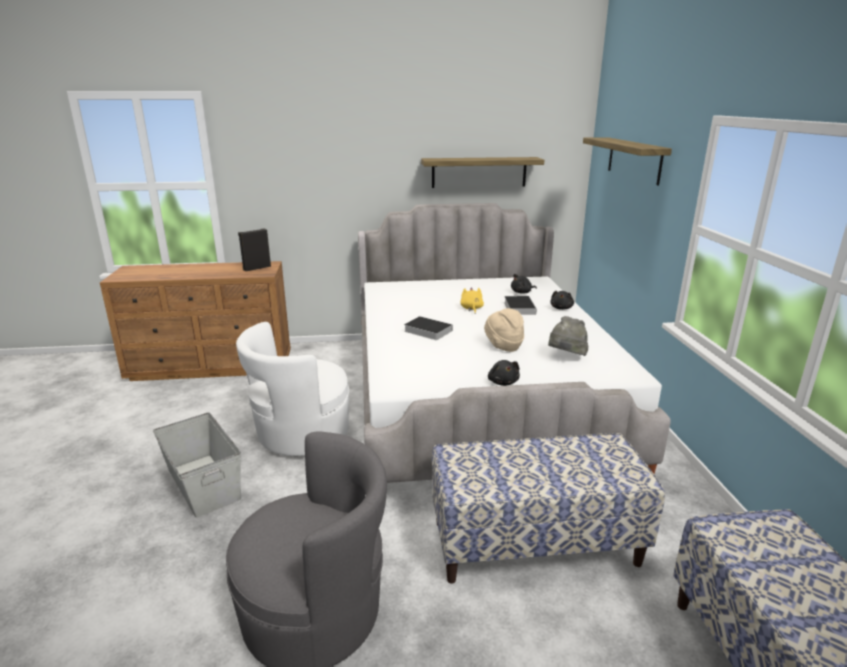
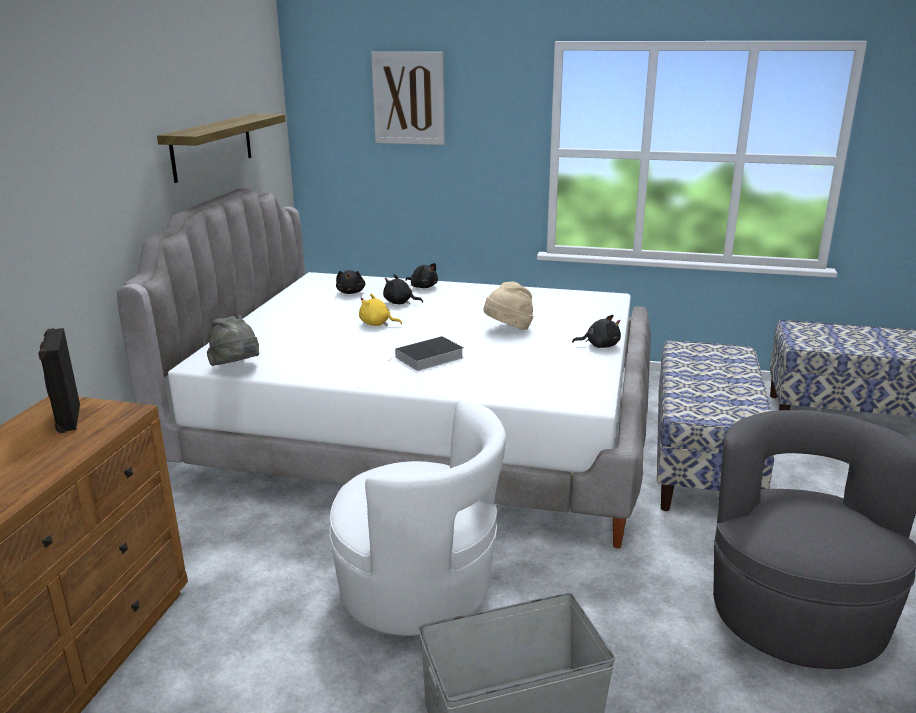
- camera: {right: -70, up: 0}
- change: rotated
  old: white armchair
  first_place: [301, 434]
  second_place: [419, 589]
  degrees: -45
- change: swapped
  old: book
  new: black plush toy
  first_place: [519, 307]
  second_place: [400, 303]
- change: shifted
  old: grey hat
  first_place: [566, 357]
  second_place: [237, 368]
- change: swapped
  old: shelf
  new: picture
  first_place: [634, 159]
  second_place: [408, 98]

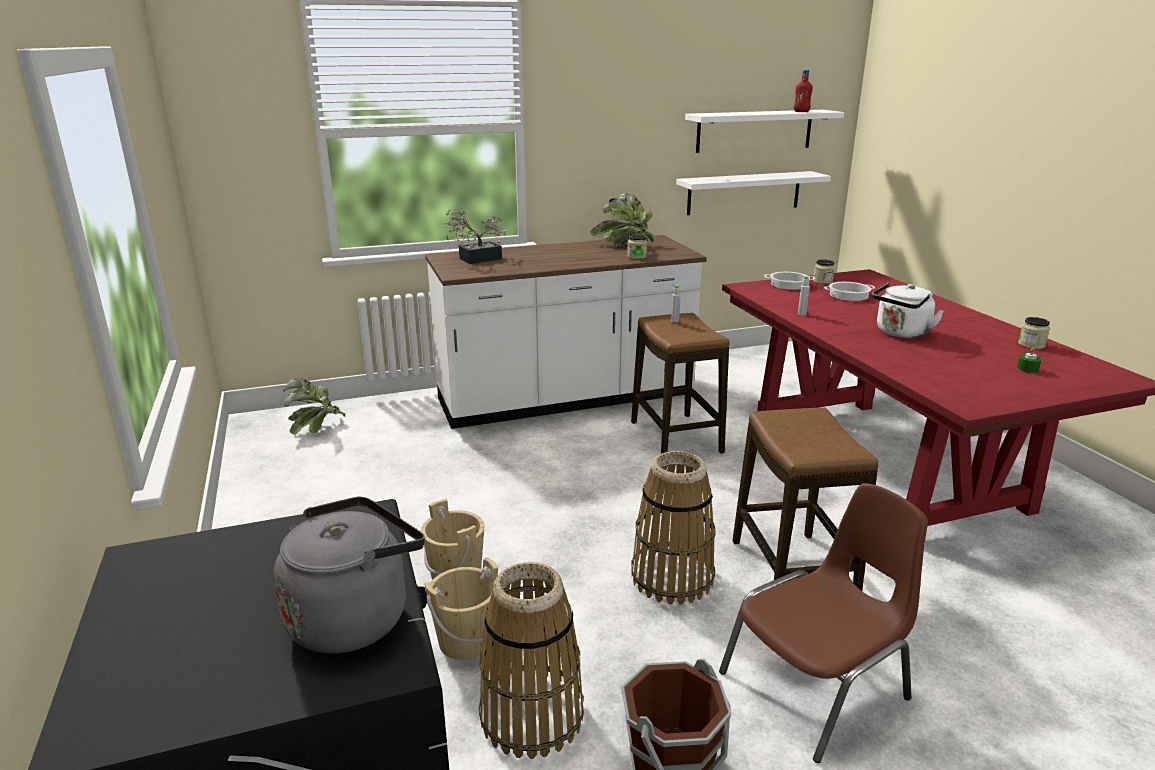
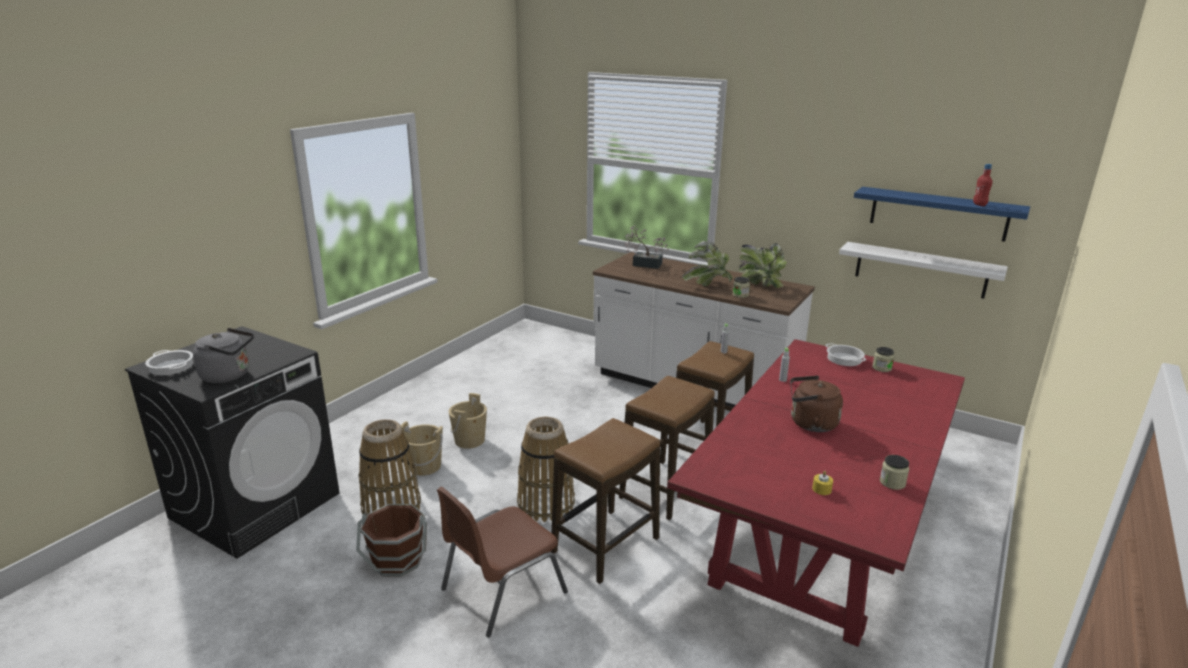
- camera: {right: 50, up: 0}
- change: shifted
  old: potted plant
  first_place: [316, 428]
  second_place: [708, 284]
- change: repainted
  old: white shelf
  new: blue shelf
  first_place: [754, 130]
  second_place: [938, 213]
- change: rotated
  old: brown chair
  first_place: [817, 686]
  second_place: [501, 590]
  degrees: 120
- change: shifted
  old: cooking pot
  first_place: [848, 295]
  second_place: [172, 367]
- change: repainted
  old: white kettle
  new: brown kettle
  first_place: [900, 333]
  second_place: [810, 423]
- change: repainted
  old: green candle
  new: yellow candle
  first_place: [1027, 369]
  second_place: [821, 489]
- change: new
  new: stool
  second_place: [665, 489]

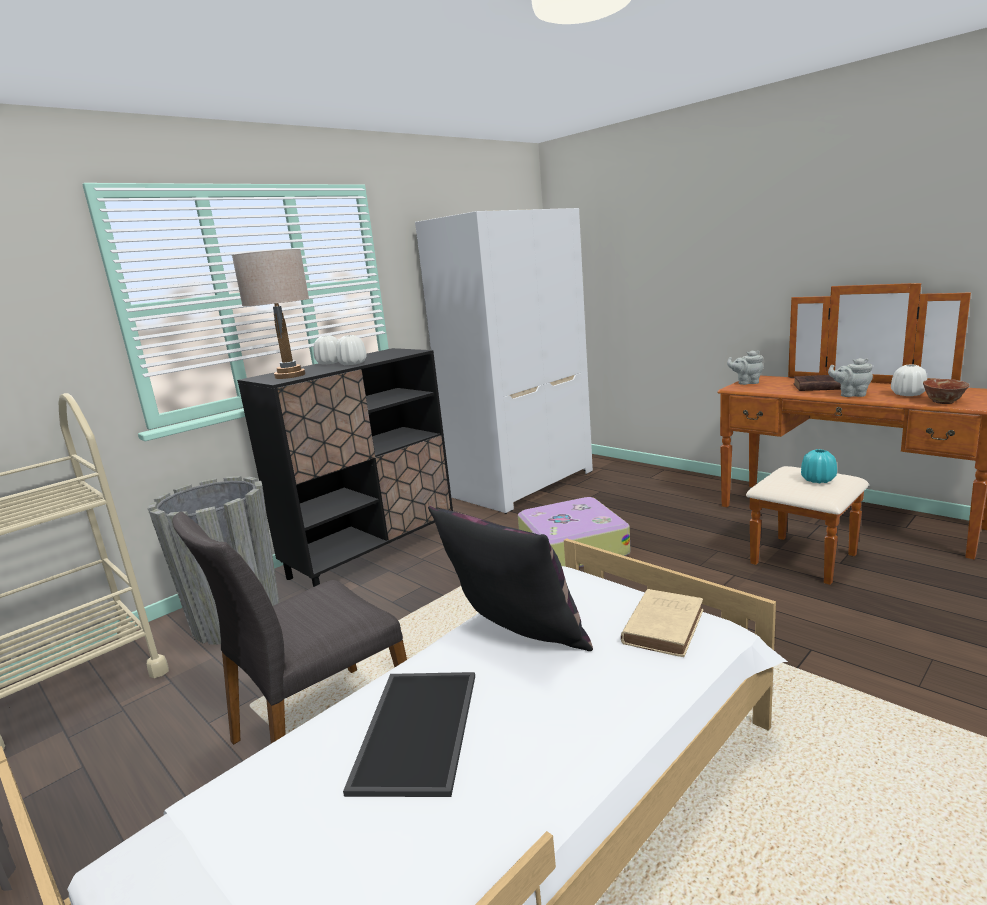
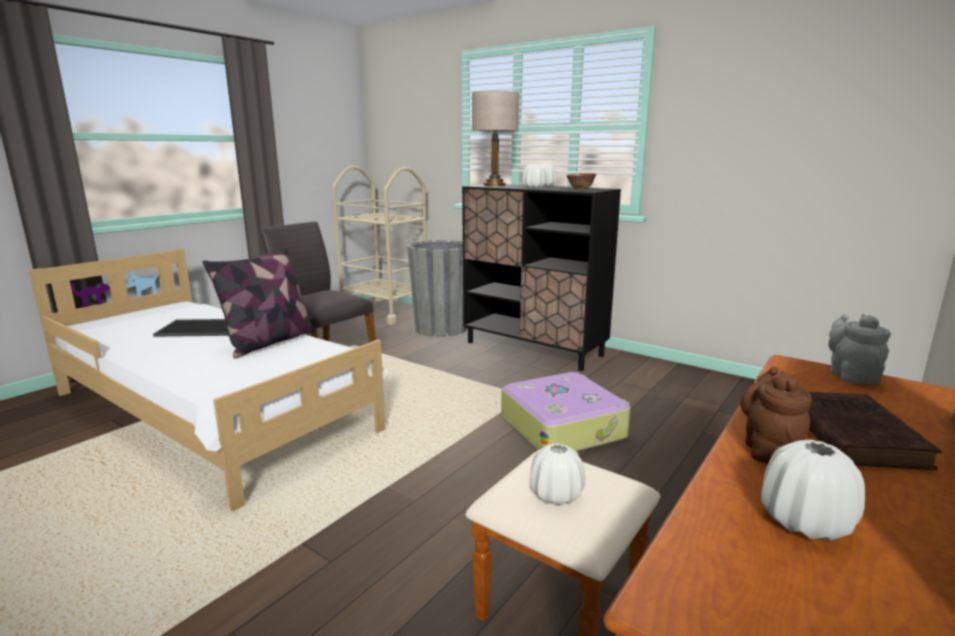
- camera: {right: 80, up: 0}
- change: gone
  old: white wardrobe
  first_place: [522, 483]
- change: gone
  old: beige book
  first_place: [664, 625]
- change: repainted
  old: turquoise vase
  new: white vase
  first_place: [818, 480]
  second_place: [556, 495]
- change: repainted
  old: grey teapot
  new: brown teapot
  first_place: [851, 395]
  second_place: [769, 450]
- change: shifted
  old: bowl
  first_place: [943, 402]
  second_place: [580, 189]

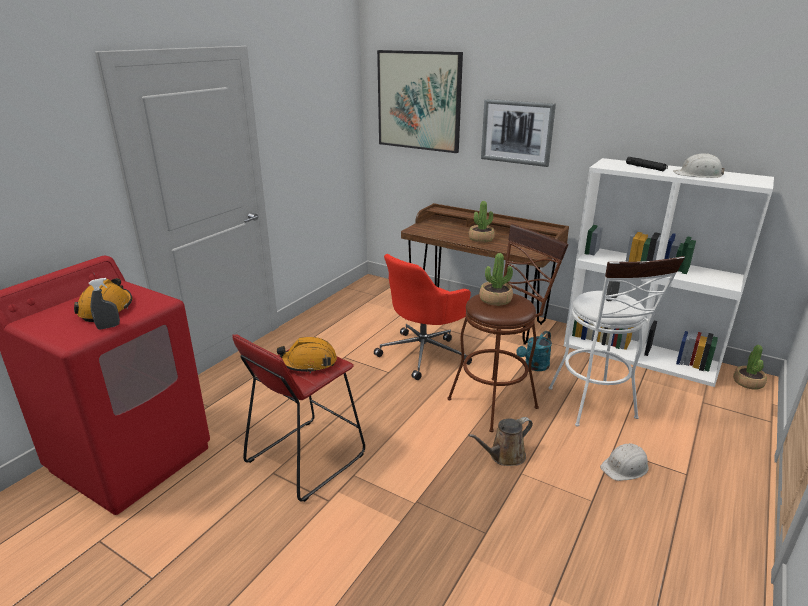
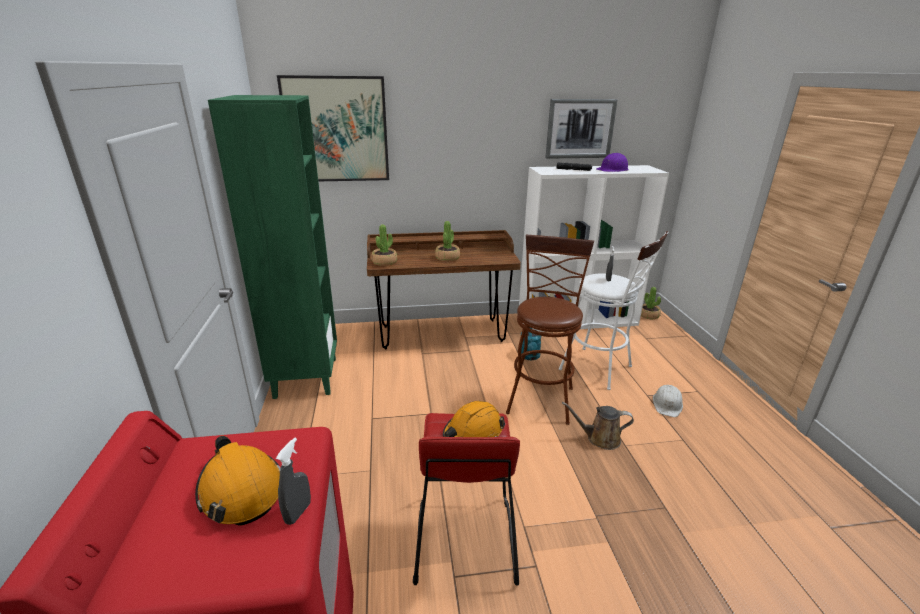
- camera: {right: -40, up: 0}
- change: gone
  old: red office chair
  first_place: [424, 353]
- change: rotated
  old: brown watering can
  first_place: [504, 456]
  second_place: [600, 438]
  degrees: 75
- change: shifted
  old: potted plant
  first_place: [495, 300]
  second_place: [384, 262]
- change: shifted
  old: picture
  first_place: [517, 132]
  second_place: [580, 129]
- change: repainted
  old: white hard hat
  new: purple hard hat
  first_place: [698, 174]
  second_place: [613, 170]
- change: new
  new: green bookcase
  second_place: [305, 377]

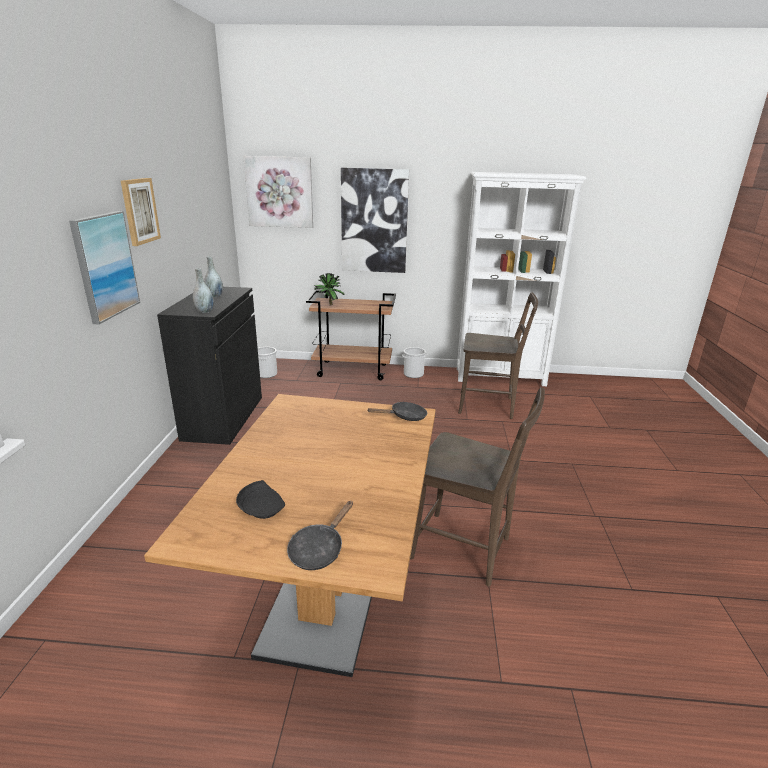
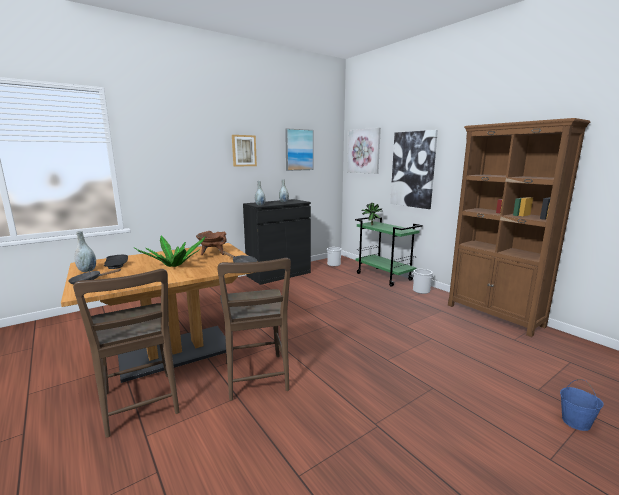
- camera: {right: 50, up: -10}
- change: shifted
  old: picture
  first_place: [105, 265]
  second_place: [299, 150]
- change: repainted
  old: brown cart
  new: green cart
  first_place: [353, 370]
  second_place: [384, 277]
- change: repainted
  old: white bookcase
  new: brown bookcase
  first_place: [500, 377]
  second_place: [494, 315]
- change: shifted
  old: brown chair
  first_place: [489, 406]
  second_place: [141, 406]
- change: new
  new: grey vase
  second_place: [87, 270]
- change: new
  new: potted plant
  second_place: [174, 265]
- change: new
  new: brown cooking pot
  second_place: [213, 253]
- change: new
  new: blue bucket
  second_place: [576, 422]

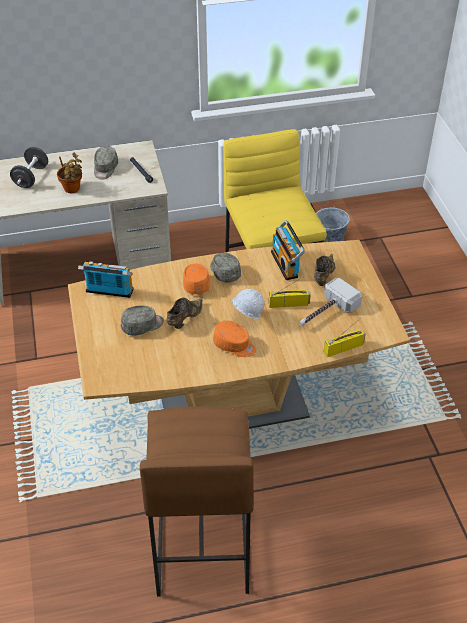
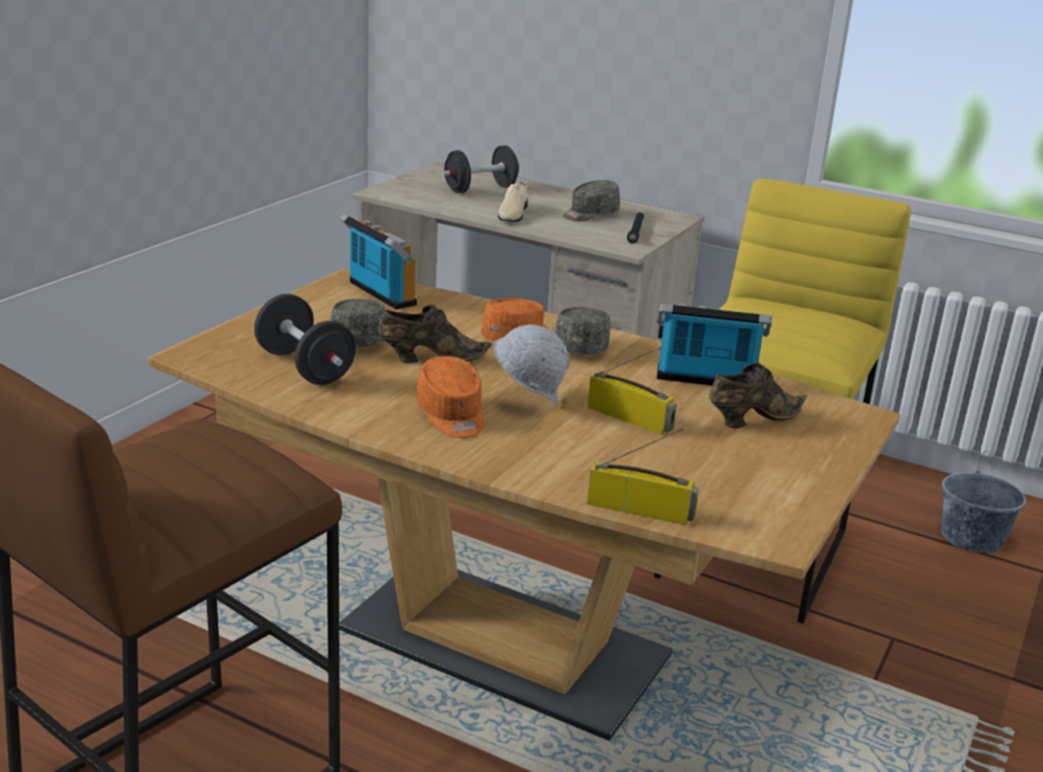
- camera: {right: 40, up: -20}
- change: swapped
  old: potted plant
  new: beige shoe
  first_place: [73, 190]
  second_place: [512, 213]
- change: rotated
  old: grey cap
  first_place: [143, 325]
  second_place: [359, 338]
  degrees: -105
- change: rotated
  old: radio
  first_place: [286, 264]
  second_place: [705, 381]
  degrees: 75
- change: gone
  old: hammer
  first_place: [325, 313]
- change: new
  new: black dumbbell
  second_place: [305, 367]

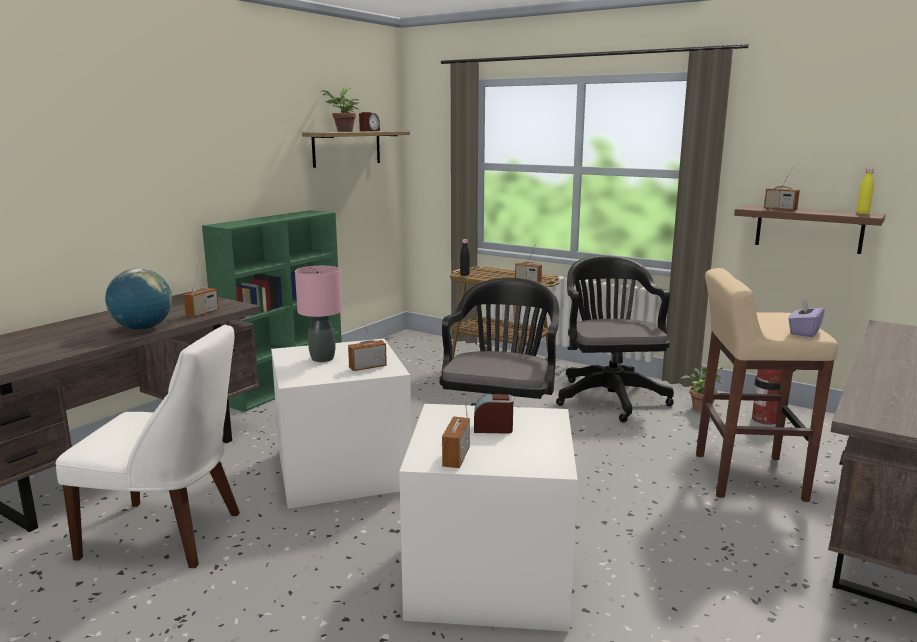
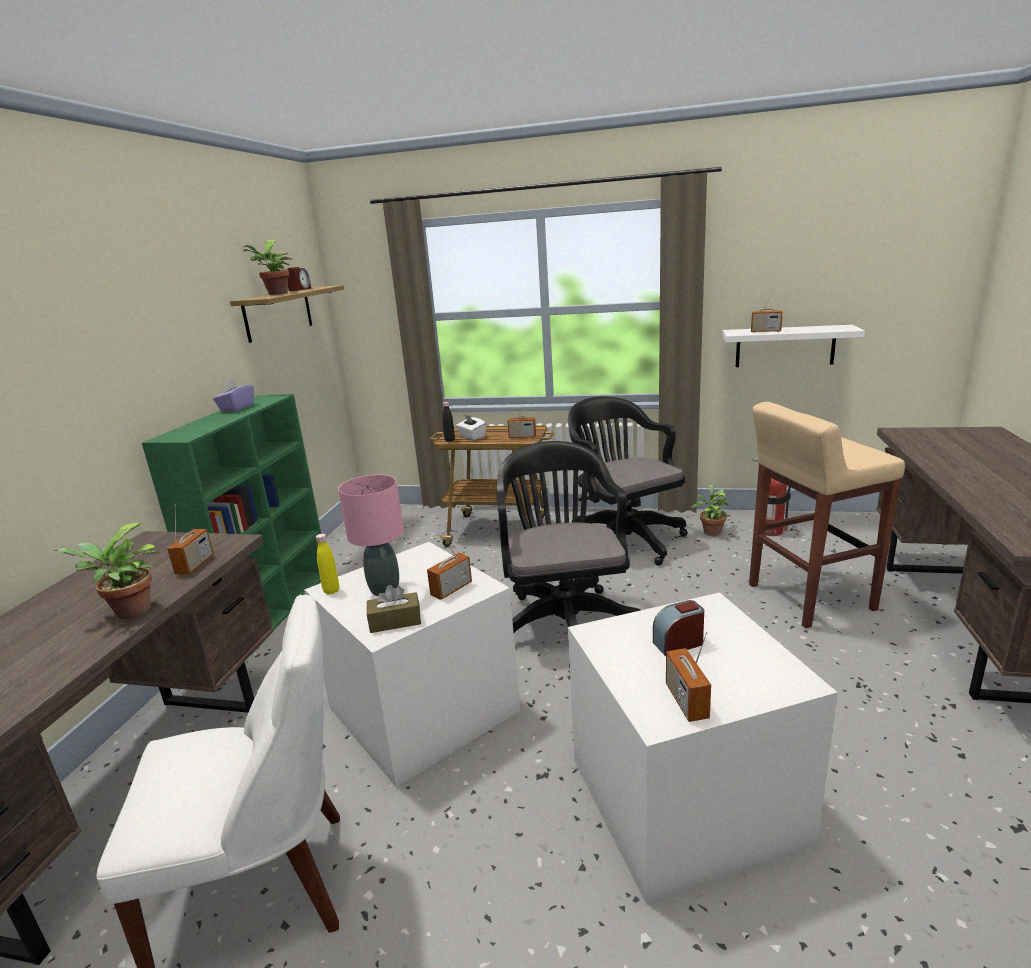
- camera: {right: -20, up: 5}
- change: swapped
  old: globe
  new: potted plant
  first_place: [143, 328]
  second_place: [128, 612]
- change: repainted
  old: brown shelf
  new: white shelf
  first_place: [809, 229]
  second_place: [785, 346]
- change: shifted
  old: purple tissue box
  first_place: [804, 332]
  second_place: [237, 408]
- change: shifted
  old: yellow bottle
  first_place: [862, 213]
  second_place: [331, 591]
- change: new
  new: brown tissue box
  second_place: [395, 621]
- change: new
  new: white tissue box
  second_place: [472, 437]

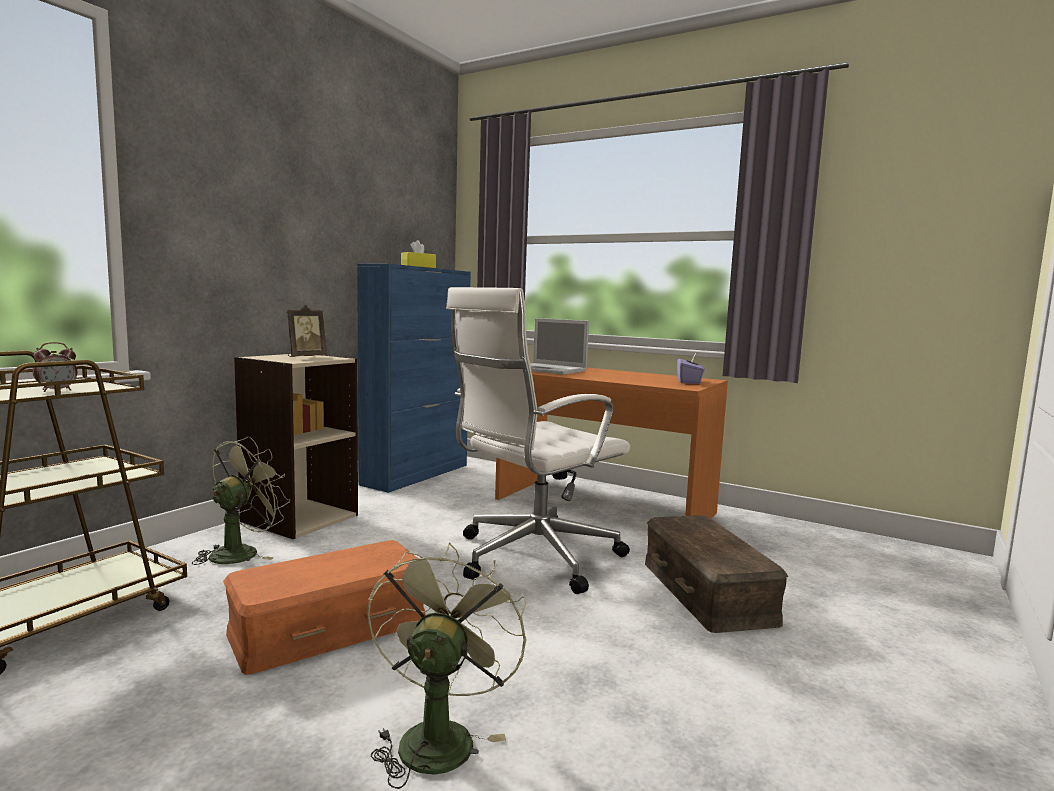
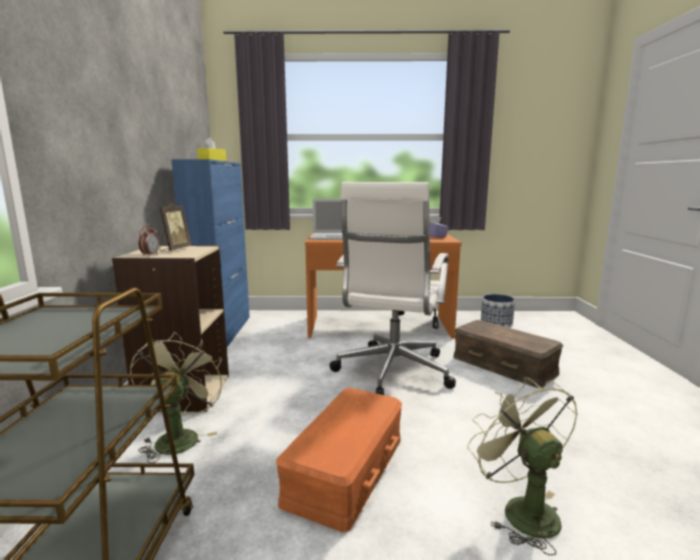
- camera: {right: -30, up: 5}
- change: shifted
  old: alarm clock
  first_place: [57, 390]
  second_place: [150, 255]
- change: new
  new: planter
  second_place: [496, 324]

